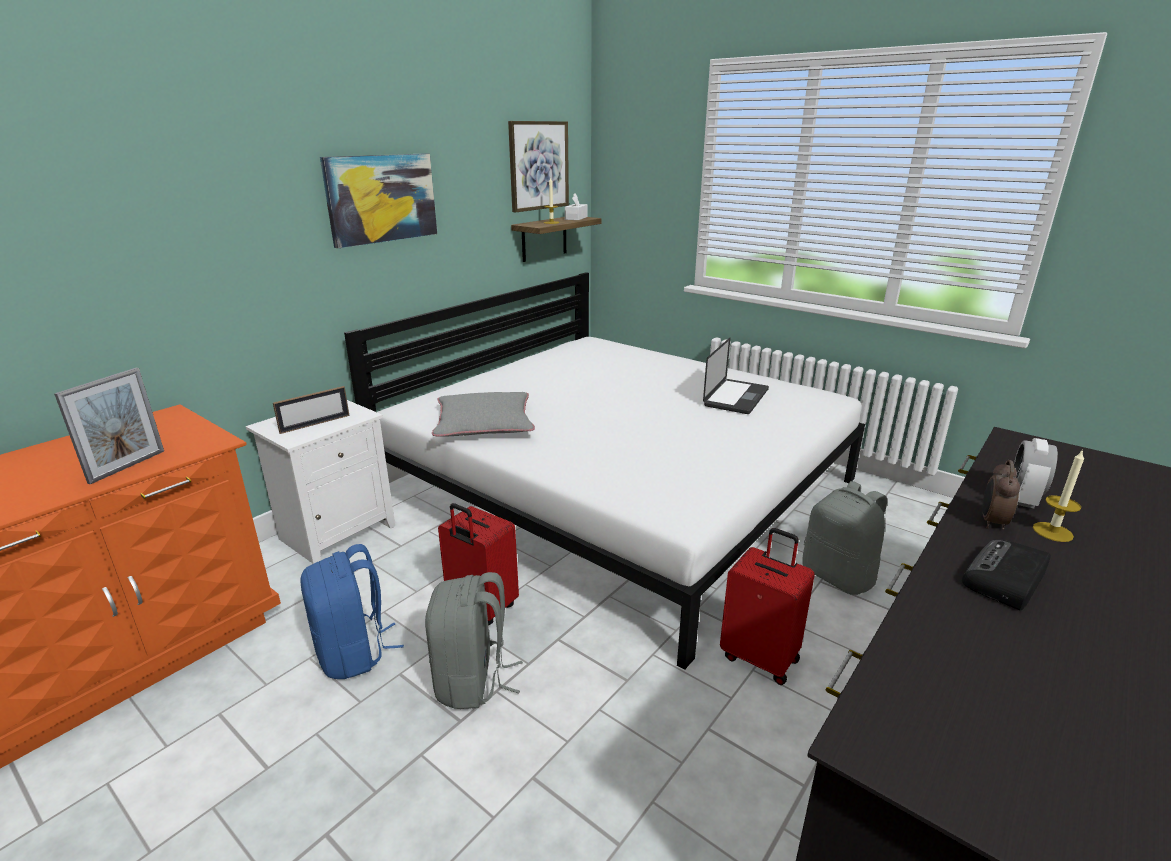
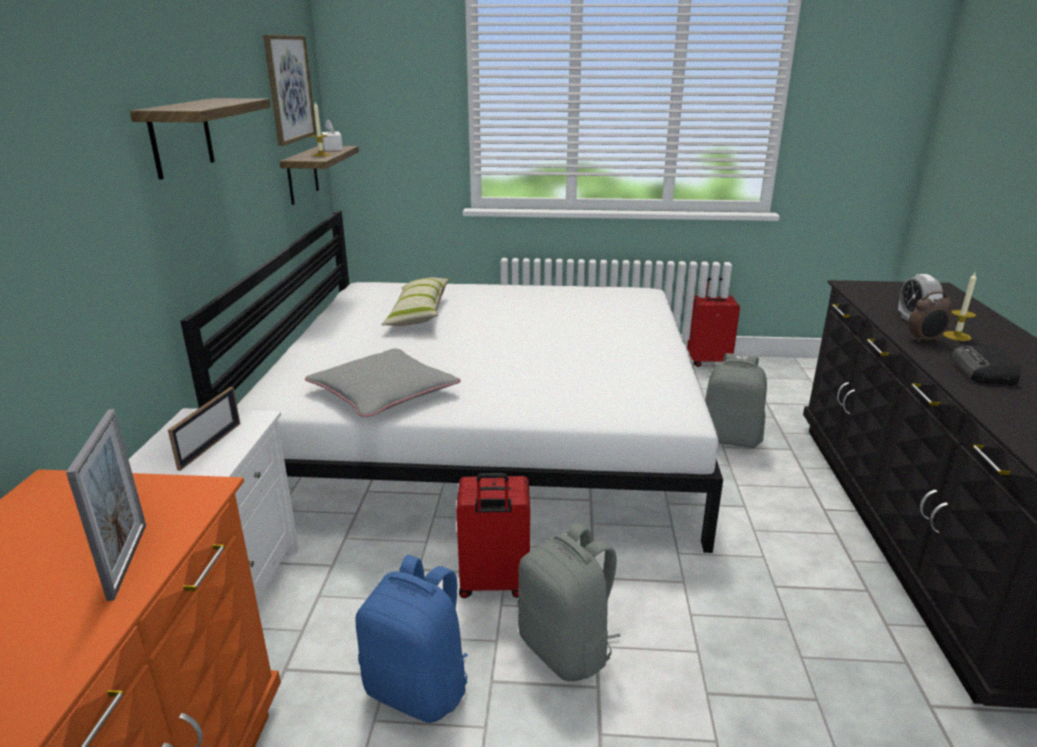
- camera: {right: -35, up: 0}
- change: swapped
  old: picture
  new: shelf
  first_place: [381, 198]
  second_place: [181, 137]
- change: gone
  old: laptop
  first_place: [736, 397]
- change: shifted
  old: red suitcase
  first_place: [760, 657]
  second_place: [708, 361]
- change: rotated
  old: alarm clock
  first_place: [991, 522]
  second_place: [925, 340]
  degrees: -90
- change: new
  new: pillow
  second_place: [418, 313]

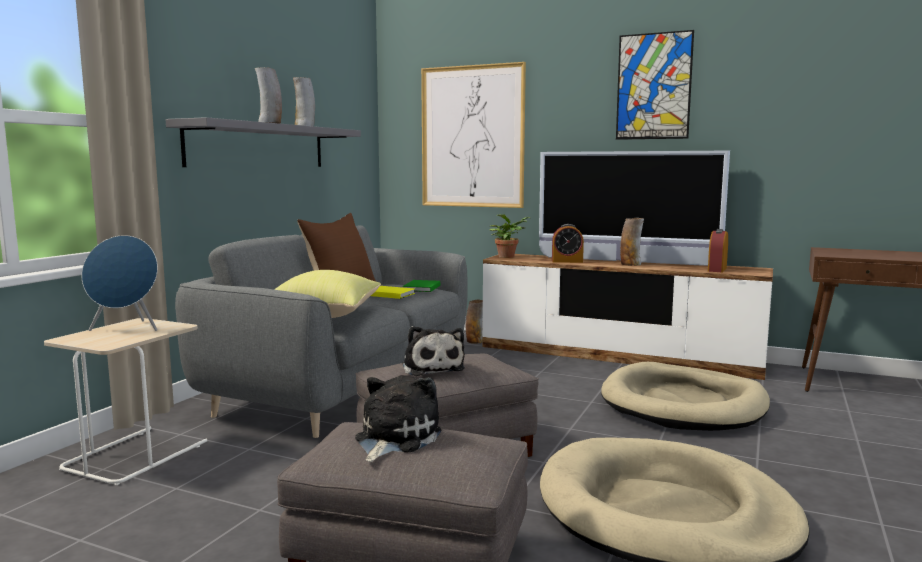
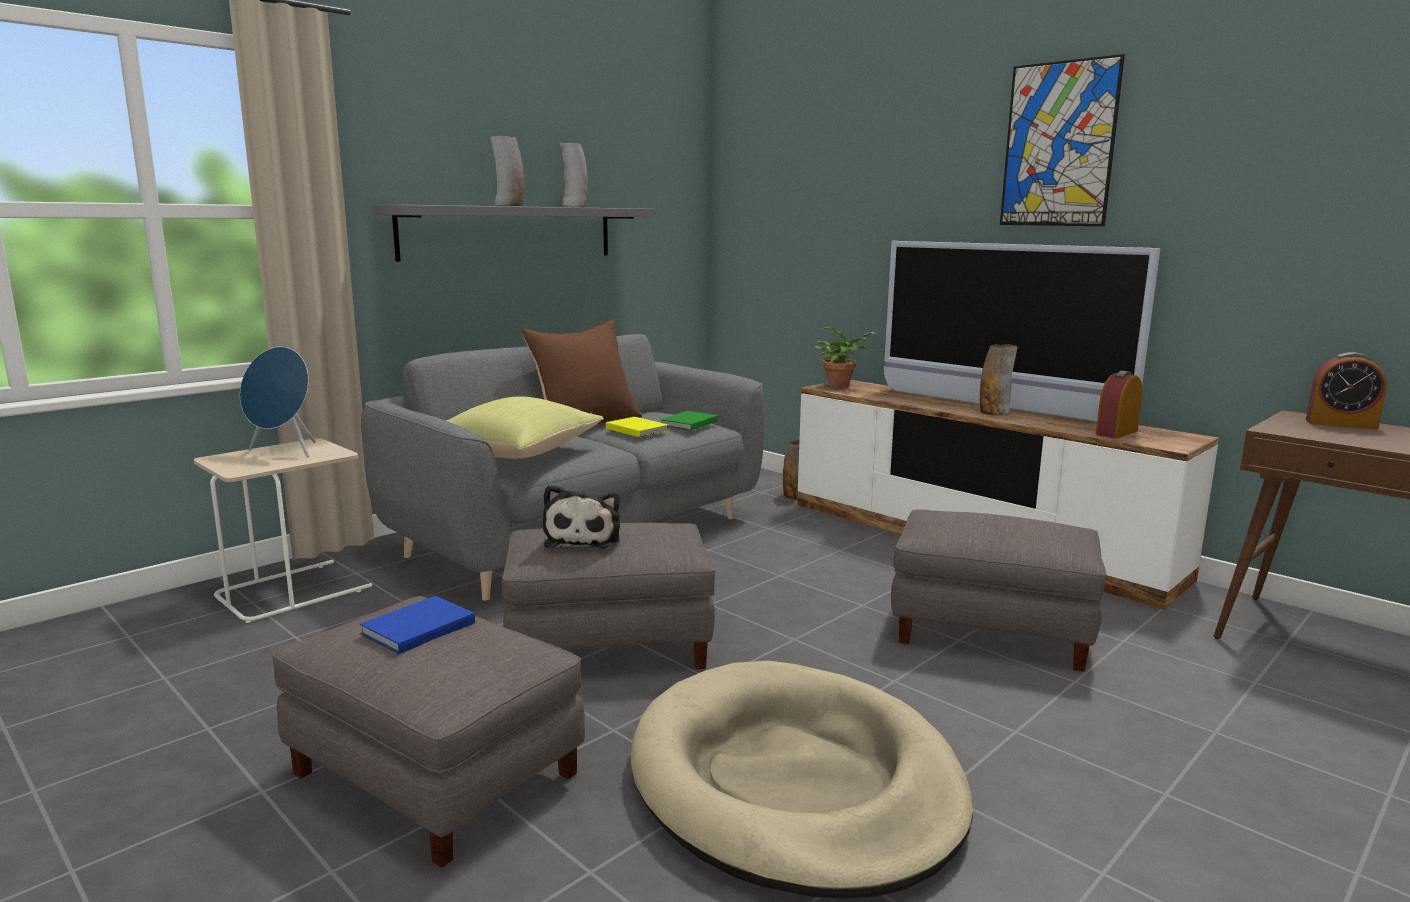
- camera: {right: 20, up: 5}
- change: swapped
  old: plush toy
  new: blue book
  first_place: [394, 438]
  second_place: [415, 629]
- change: gone
  old: picture
  first_place: [472, 137]
- change: shifted
  old: alarm clock
  first_place: [567, 261]
  second_place: [1341, 424]
- change: swapped
  old: beige dog bed
  new: grey ottoman
  first_place: [683, 404]
  second_place: [992, 629]

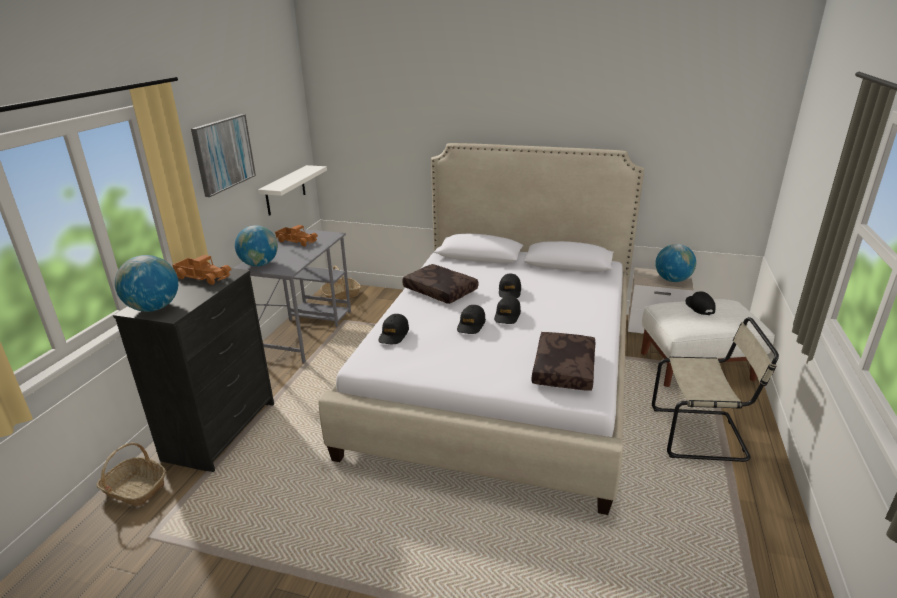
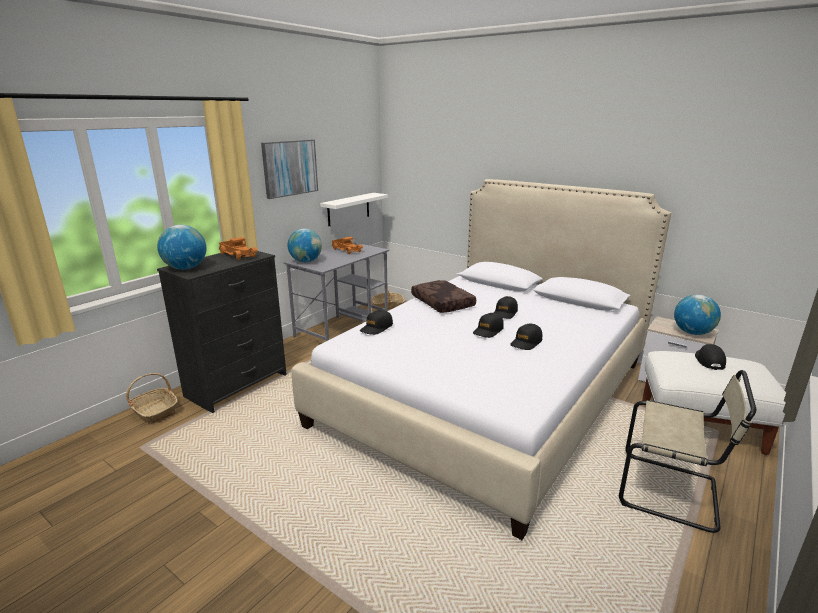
- camera: {right: 20, up: -5}
- change: shifted
  old: black cap
  first_place: [471, 325]
  second_place: [526, 342]
- change: gone
  old: brown pillow
  first_place: [562, 368]

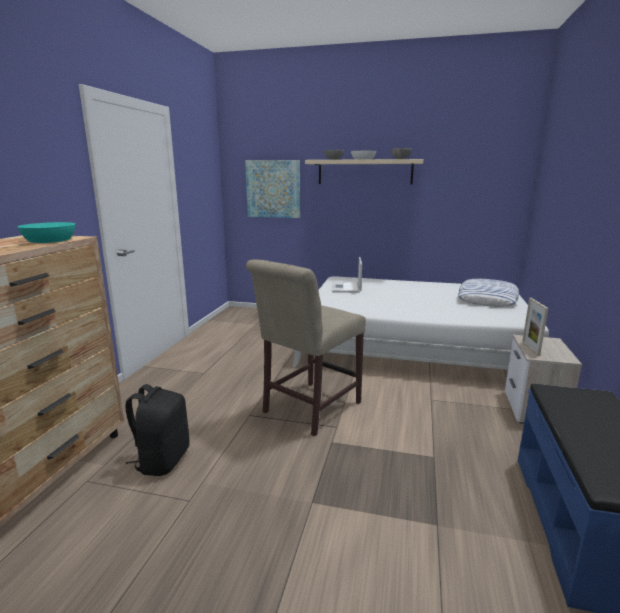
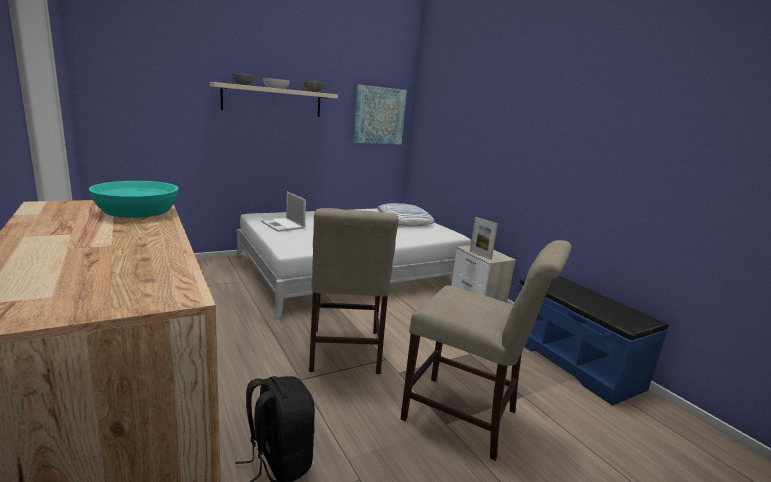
- camera: {right: -45, up: 0}
- change: shifted
  old: picture
  first_place: [273, 189]
  second_place: [379, 115]
- change: new
  new: beige chair
  second_place: [466, 418]

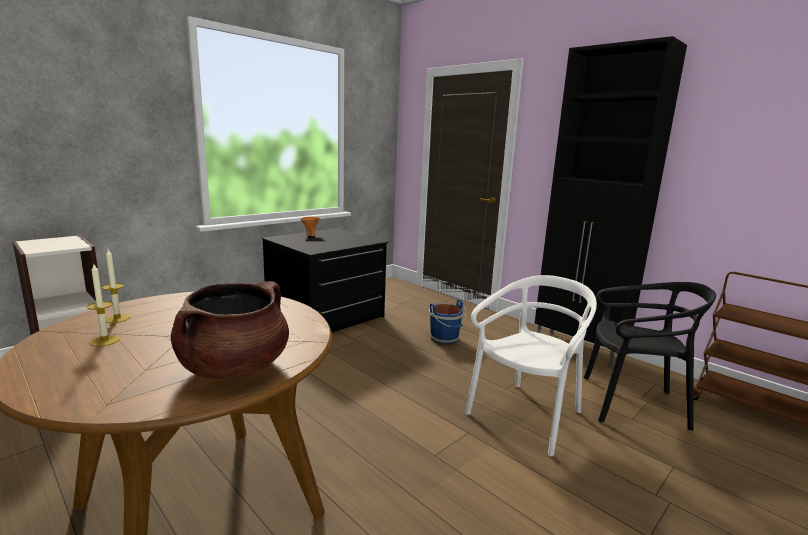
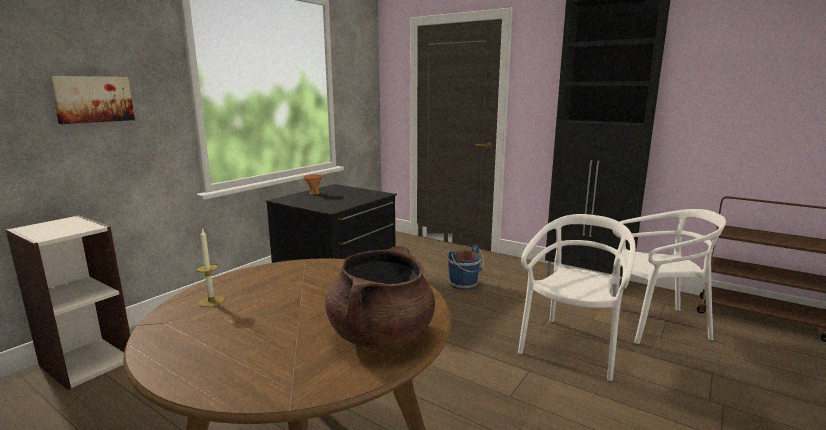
- camera: {right: -10, up: 0}
- change: gone
  old: candle
  first_place: [105, 341]
- change: repainted
  old: black chair
  new: white chair
  first_place: [632, 404]
  second_place: [654, 323]
- change: new
  new: picture
  second_place: [93, 99]

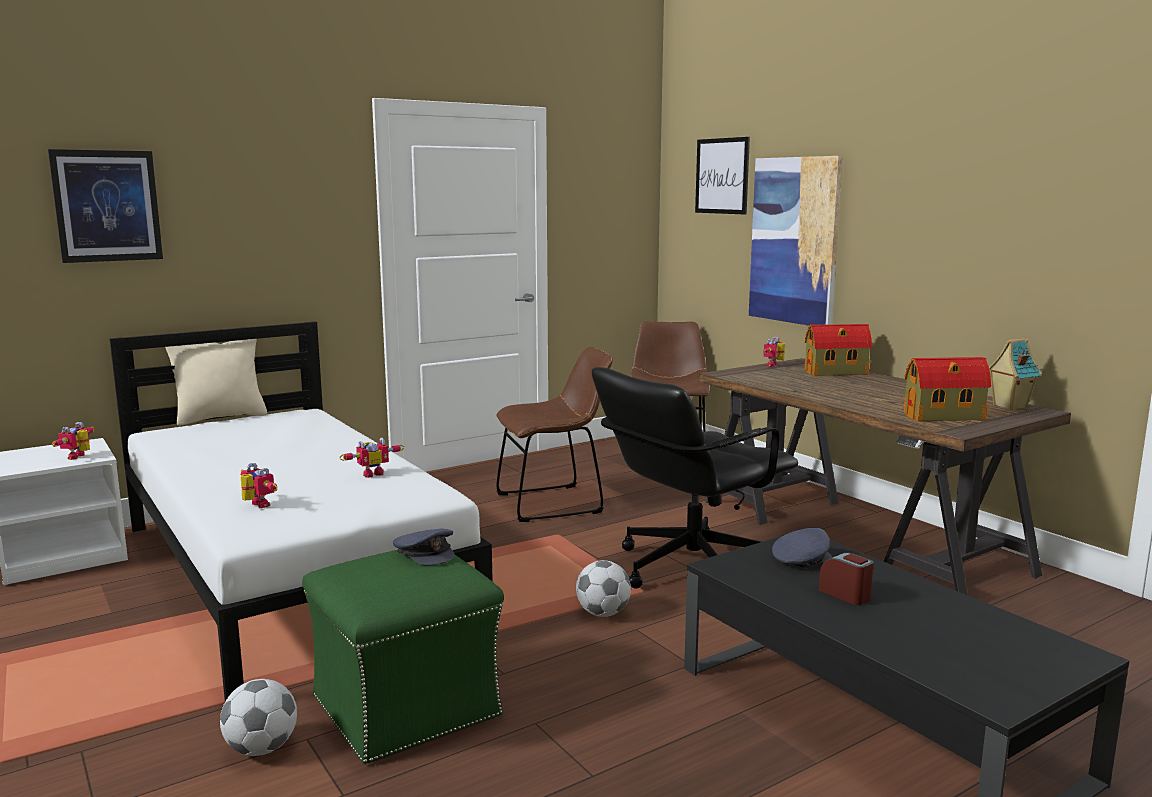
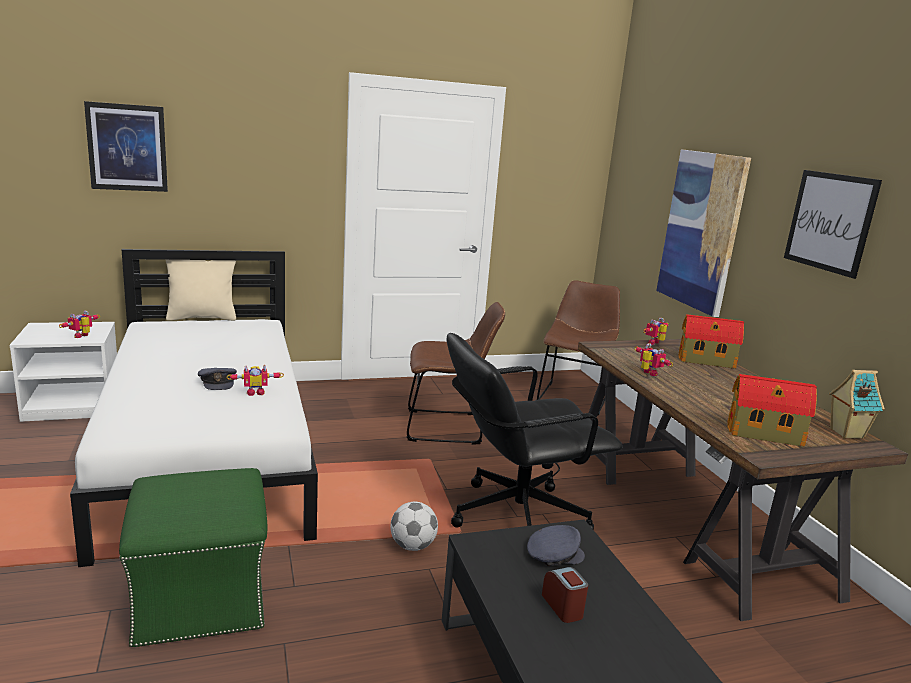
- camera: {right: 15, up: 5}
- change: gone
  old: football
  first_place: [261, 749]
- change: shifted
  old: toy robot
  first_place: [256, 505]
  second_place: [647, 373]
- change: shifted
  old: grey cap
  first_place: [426, 553]
  second_place: [218, 382]
- change: shifted
  old: picture
  first_place: [722, 176]
  second_place: [830, 222]

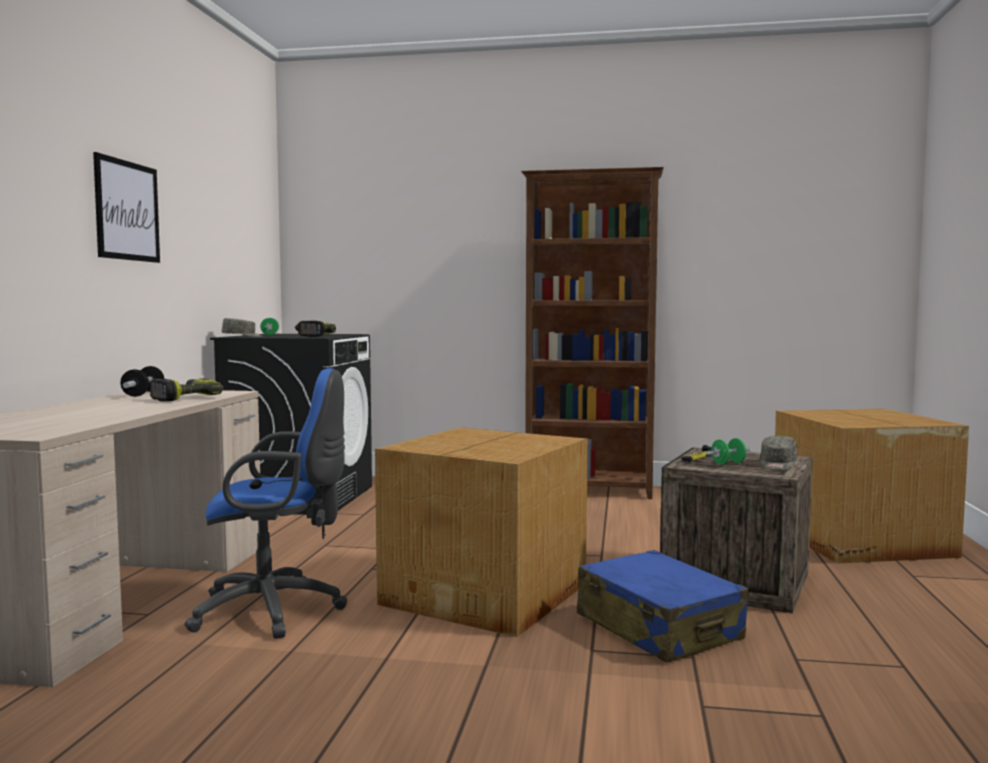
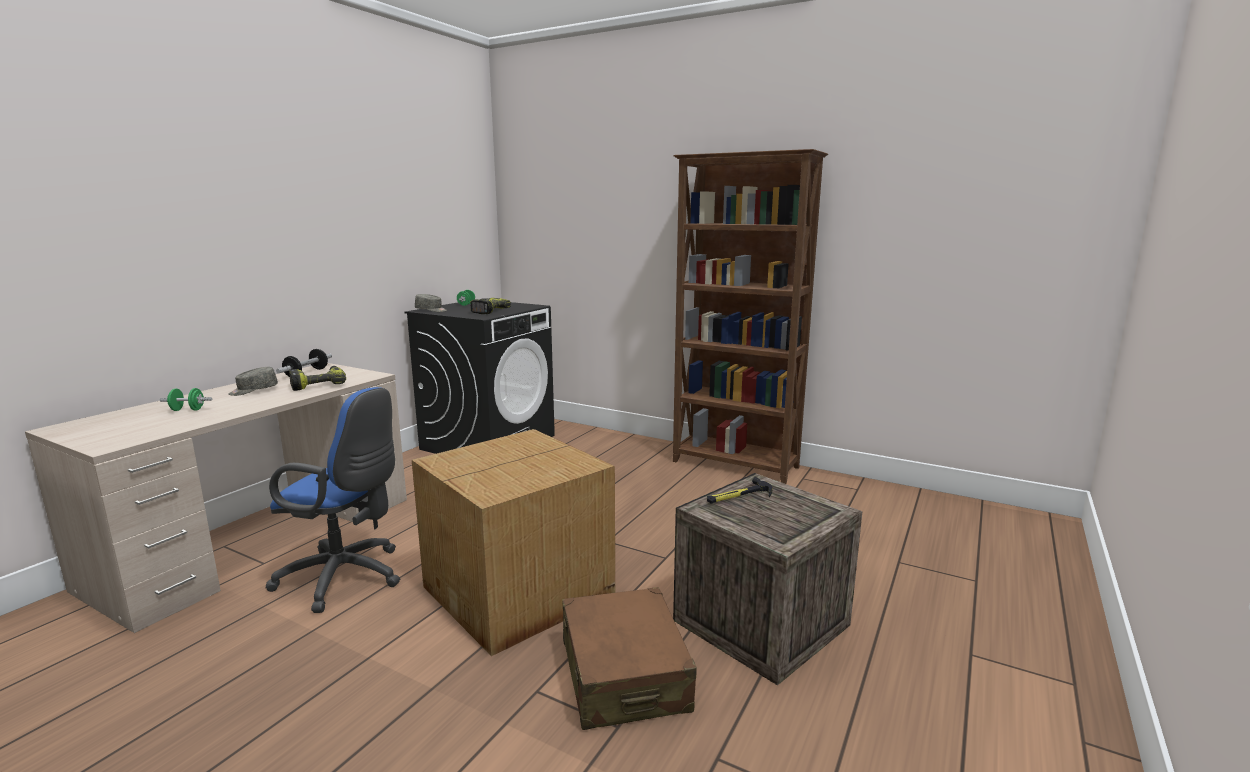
- camera: {right: 20, up: 10}
- change: gone
  old: picture
  first_place: [127, 211]
- change: repainted
  old: blue suitcase
  new: brown suitcase
  first_place: [658, 628]
  second_place: [624, 675]
- change: shifted
  old: green dumbbell
  first_place: [728, 463]
  second_place: [187, 410]
- change: shifted
  old: grey cap
  first_place: [777, 465]
  second_place: [253, 390]
- change: gone
  old: cardboard box
  first_place: [859, 541]

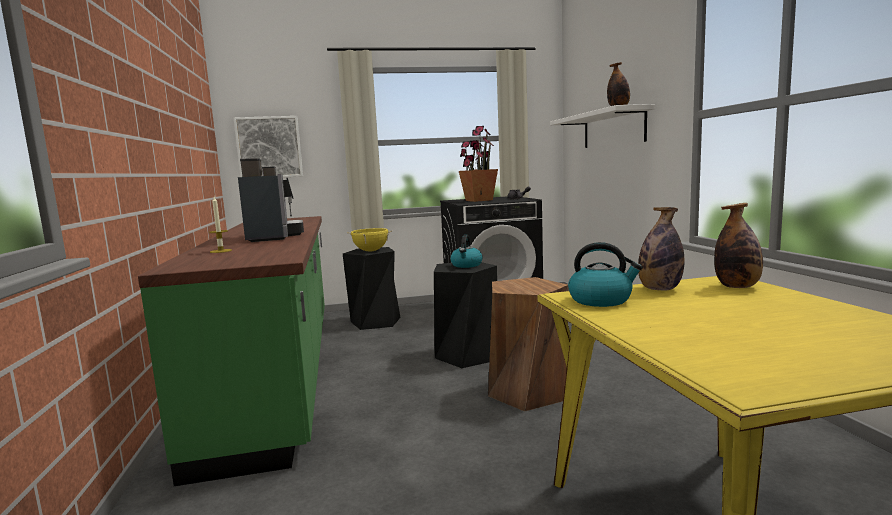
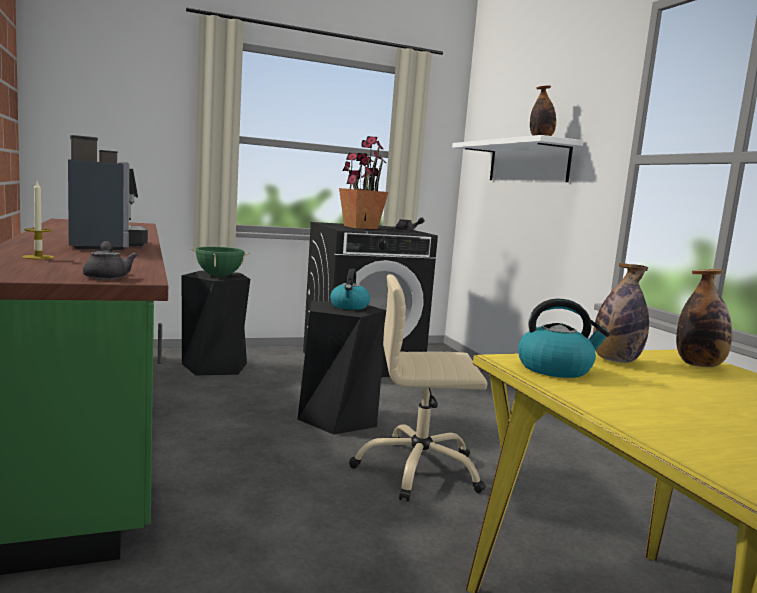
- camera: {right: -10, up: 0}
- change: gone
  old: picture
  first_place: [269, 147]
- change: repainted
  old: yellow cooking pot
  new: green cooking pot
  first_place: [371, 251]
  second_place: [219, 276]
- change: swapped
  old: brown stool
  new: beige office chair
  first_place: [527, 393]
  second_place: [418, 470]
- change: new
  new: grey teapot
  second_place: [107, 276]

